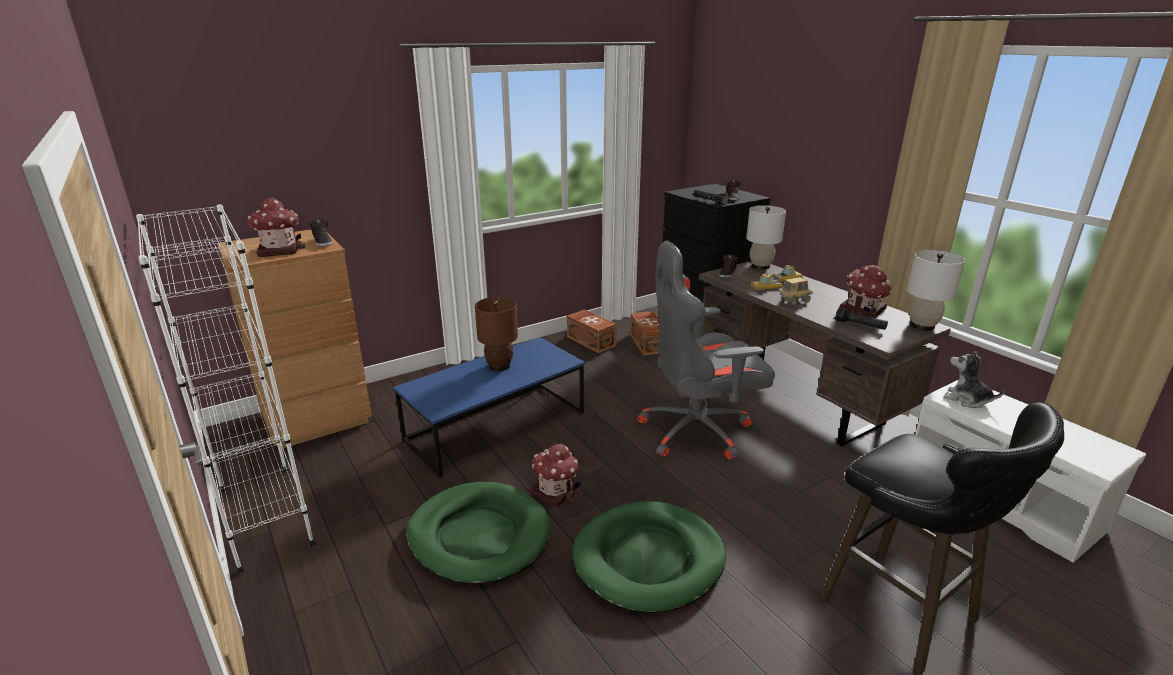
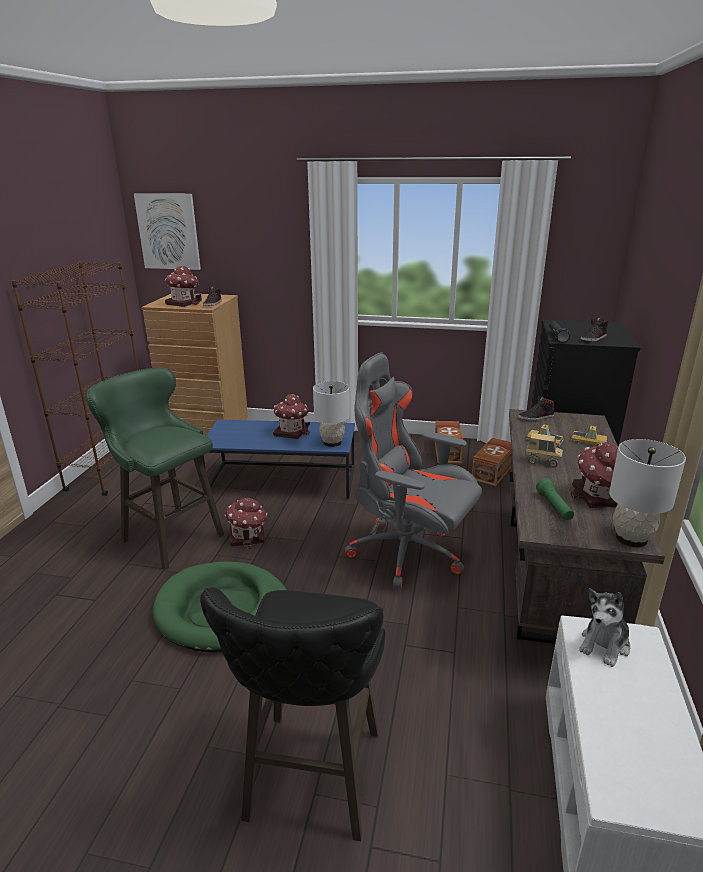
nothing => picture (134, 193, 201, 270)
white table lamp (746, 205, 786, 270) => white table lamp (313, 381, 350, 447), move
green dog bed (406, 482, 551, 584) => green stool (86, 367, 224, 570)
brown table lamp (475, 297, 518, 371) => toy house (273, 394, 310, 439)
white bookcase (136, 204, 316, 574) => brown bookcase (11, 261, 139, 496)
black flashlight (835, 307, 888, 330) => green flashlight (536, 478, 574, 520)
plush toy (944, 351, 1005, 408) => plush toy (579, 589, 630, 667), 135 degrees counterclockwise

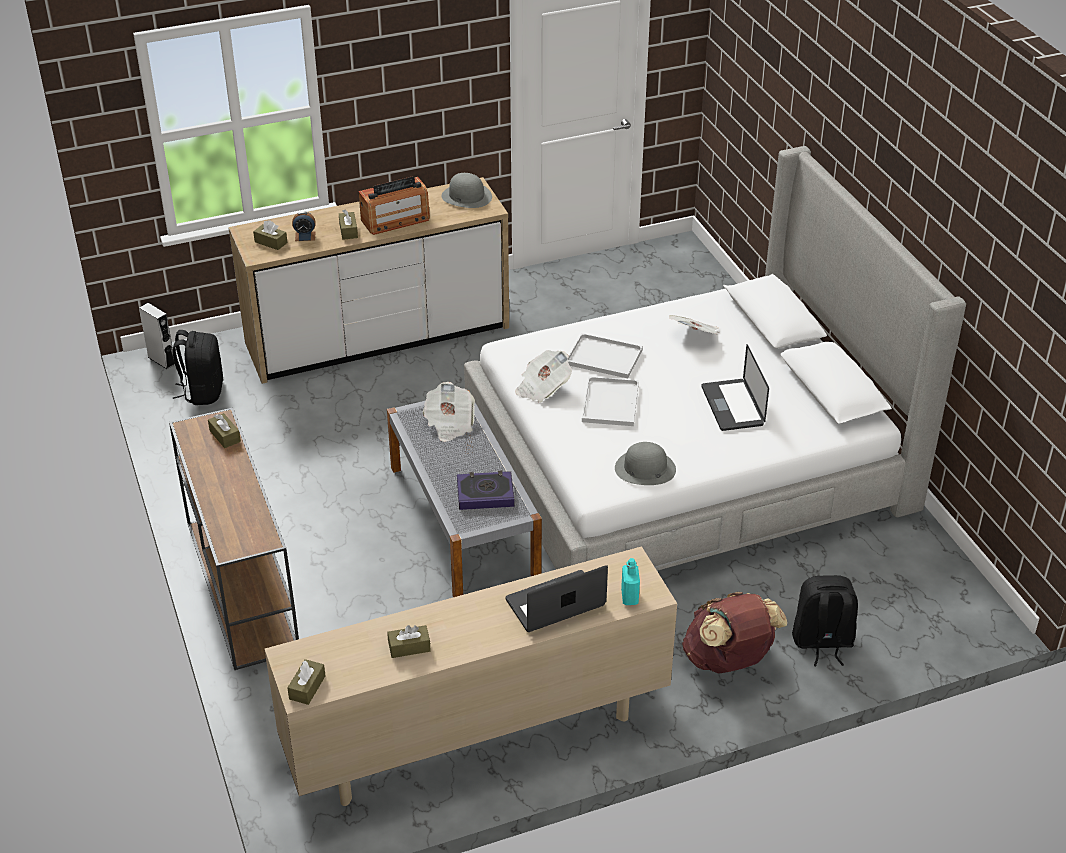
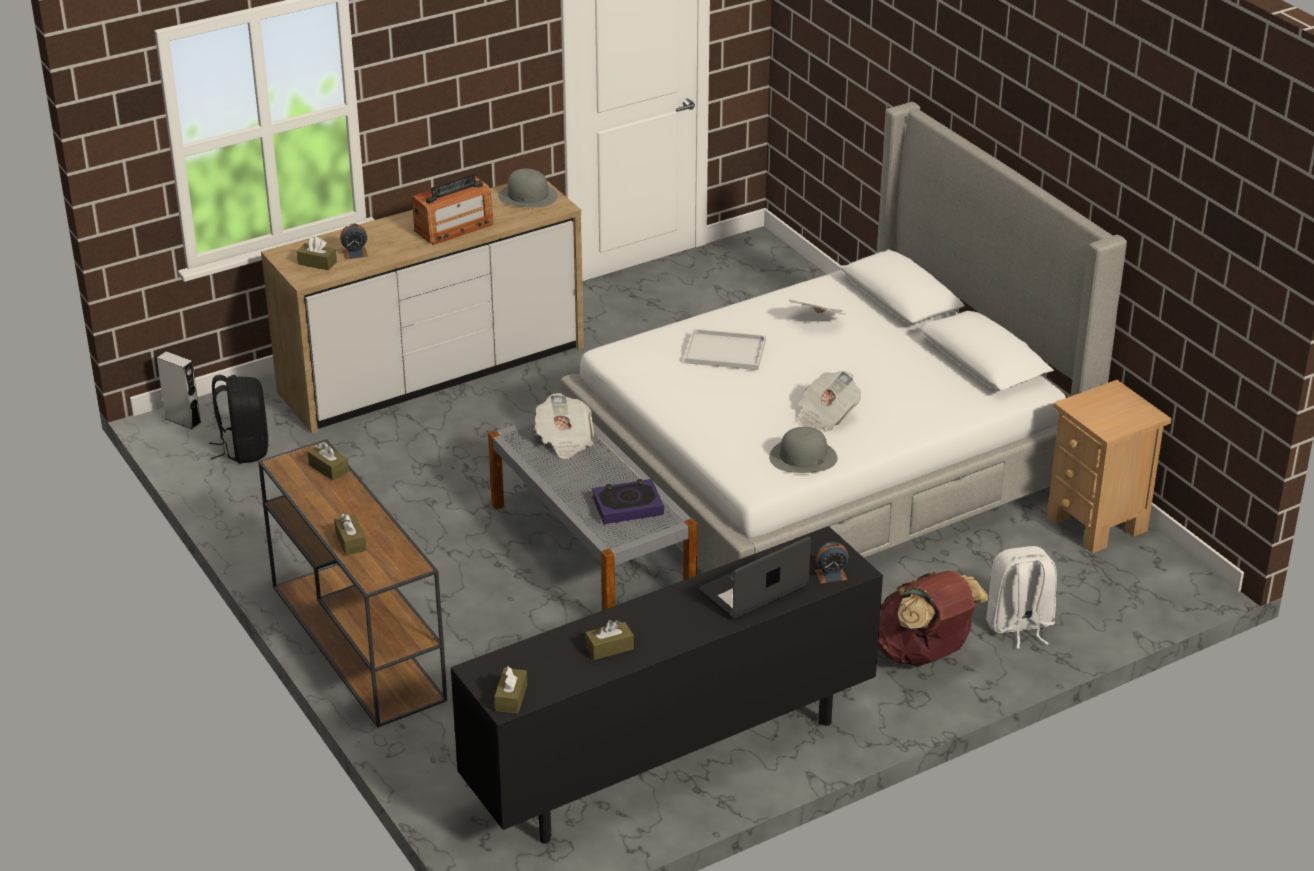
white tray (582, 376, 639, 426) => nothing
laptop (702, 344, 769, 431) => nothing
nothing => beige nightstand (1047, 380, 1172, 553)
brown tissue box (339, 209, 358, 240) => brown tissue box (334, 514, 367, 555), move
newspaper (515, 350, 572, 402) => newspaper (797, 371, 861, 431), move
turquoise bottle (621, 558, 640, 605) => alarm clock (815, 542, 848, 584)
beige cabinet (265, 546, 677, 806) => black cabinet (451, 526, 883, 844)
black backpack (792, 575, 858, 666) => white backpack (986, 546, 1057, 649)

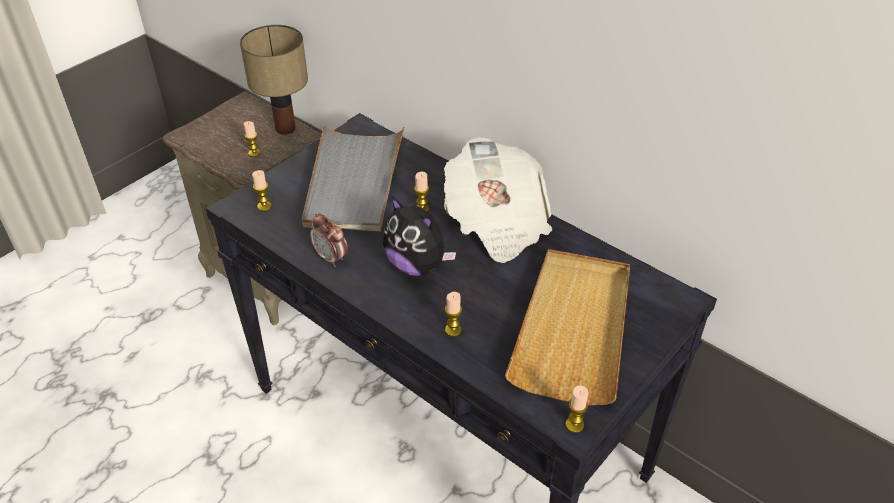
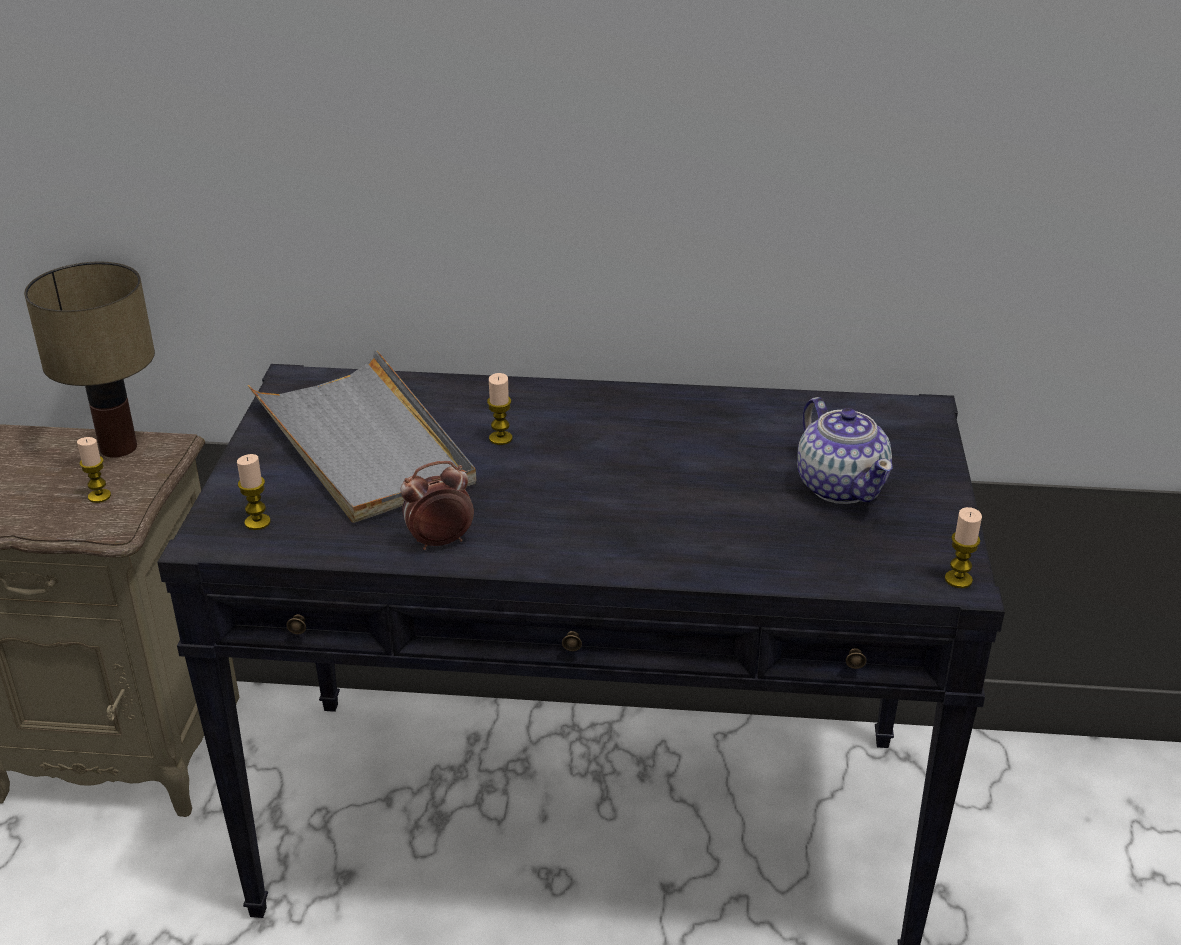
plush toy (383, 197, 456, 276) => nothing
newspaper (444, 137, 552, 263) => nothing
candle (445, 292, 462, 337) => nothing
beige tray (505, 249, 630, 405) => teapot (797, 397, 892, 504)
alarm clock (310, 213, 348, 267) => alarm clock (400, 461, 474, 550), 150 degrees clockwise

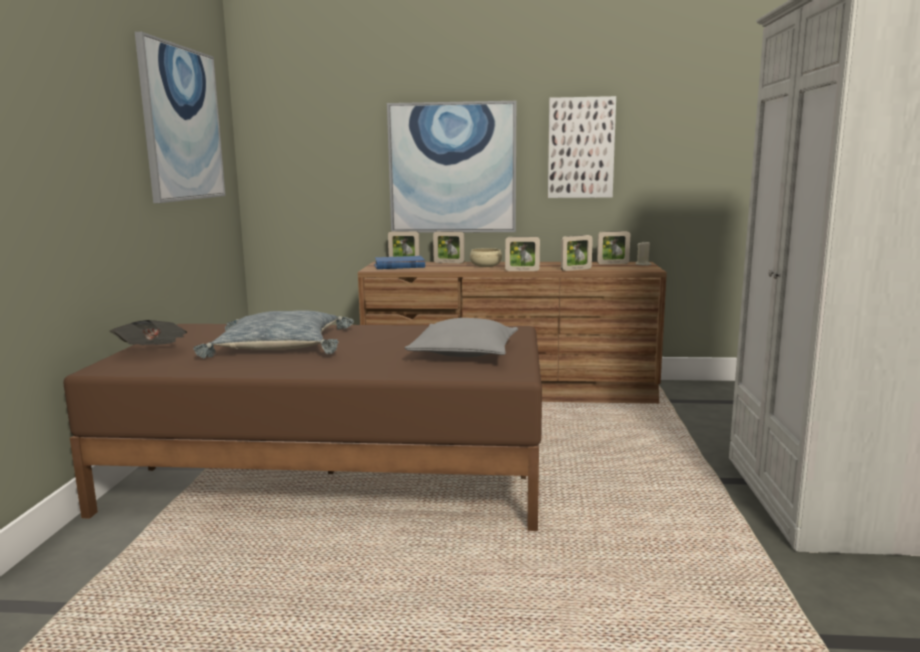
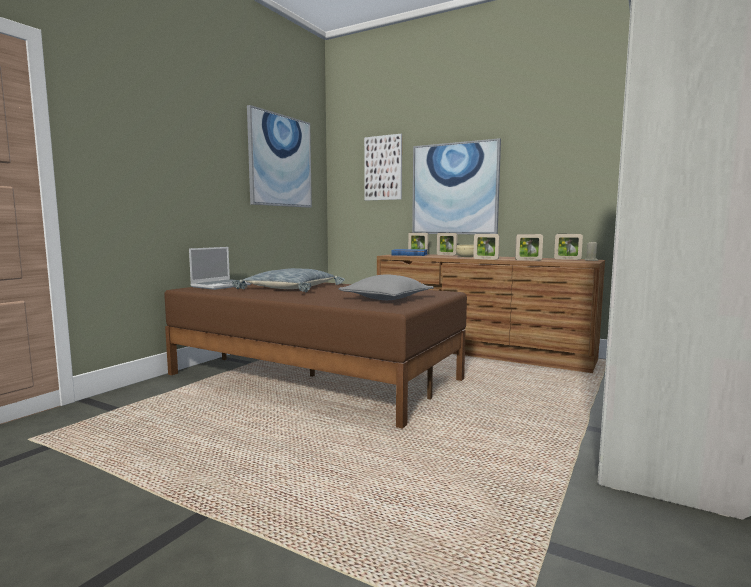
picture (548, 96, 616, 198) => picture (364, 134, 402, 200), move
newspaper (109, 320, 187, 345) => laptop (189, 247, 251, 290)

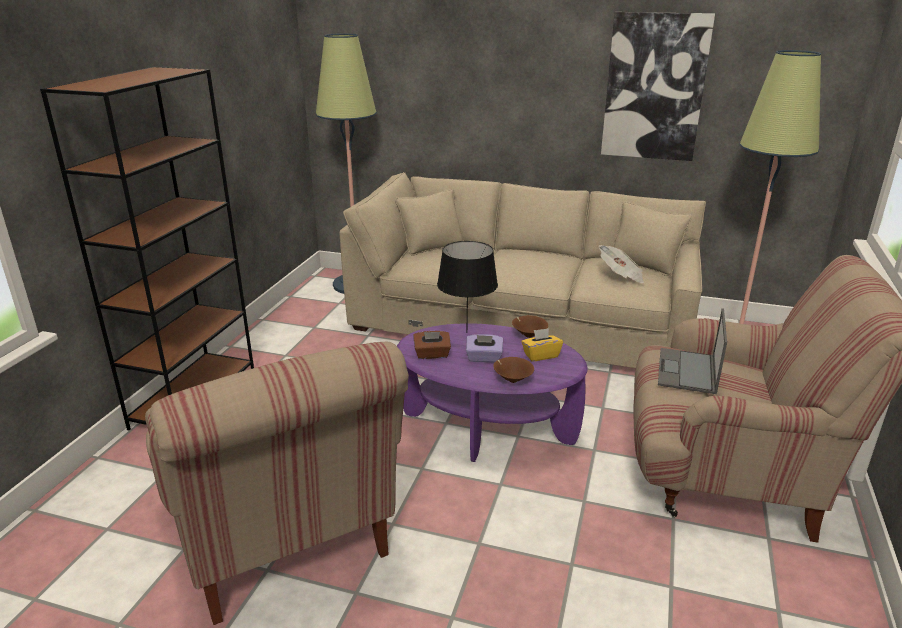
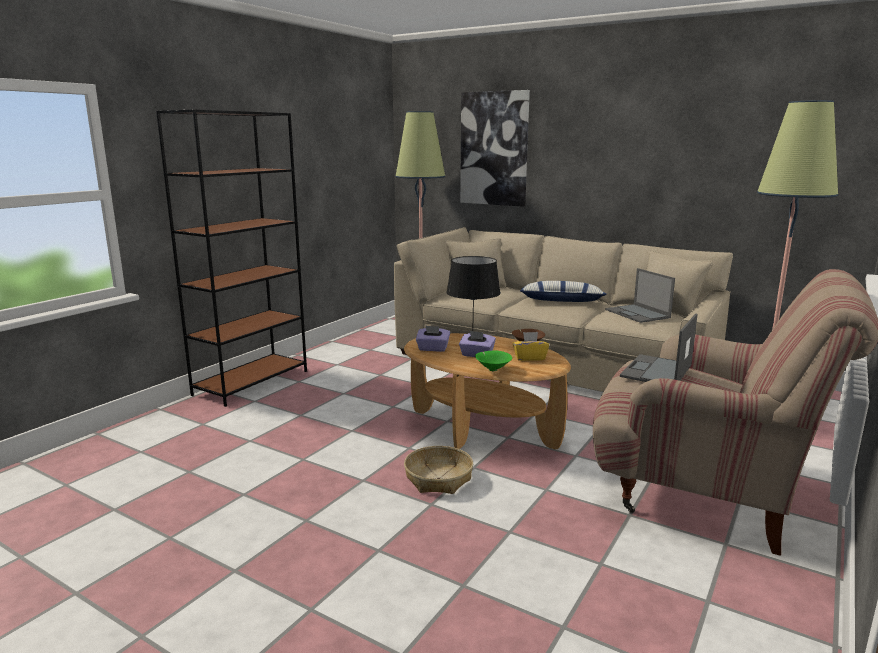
beige armchair (145, 342, 409, 625) => nothing
nothing => basket (404, 446, 473, 494)
nothing => pillow (520, 281, 607, 302)
picture (601, 12, 715, 161) => picture (460, 90, 530, 207), move
newspaper (599, 245, 644, 284) => laptop (605, 268, 675, 323)
purple coffee table (397, 323, 588, 462) => brown coffee table (404, 333, 571, 449)
brown tissue box (413, 331, 451, 359) => purple tissue box (416, 325, 450, 352)
brown bowl (493, 357, 534, 383) => green bowl (475, 350, 512, 371)

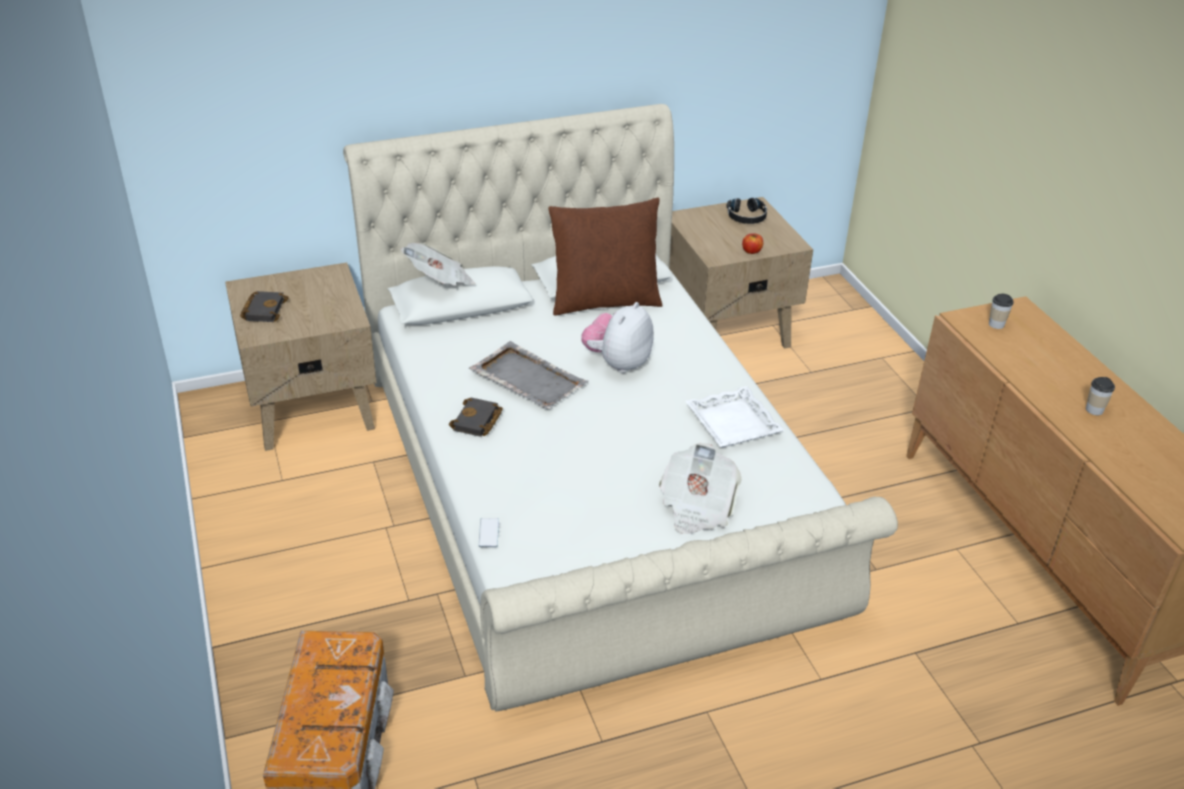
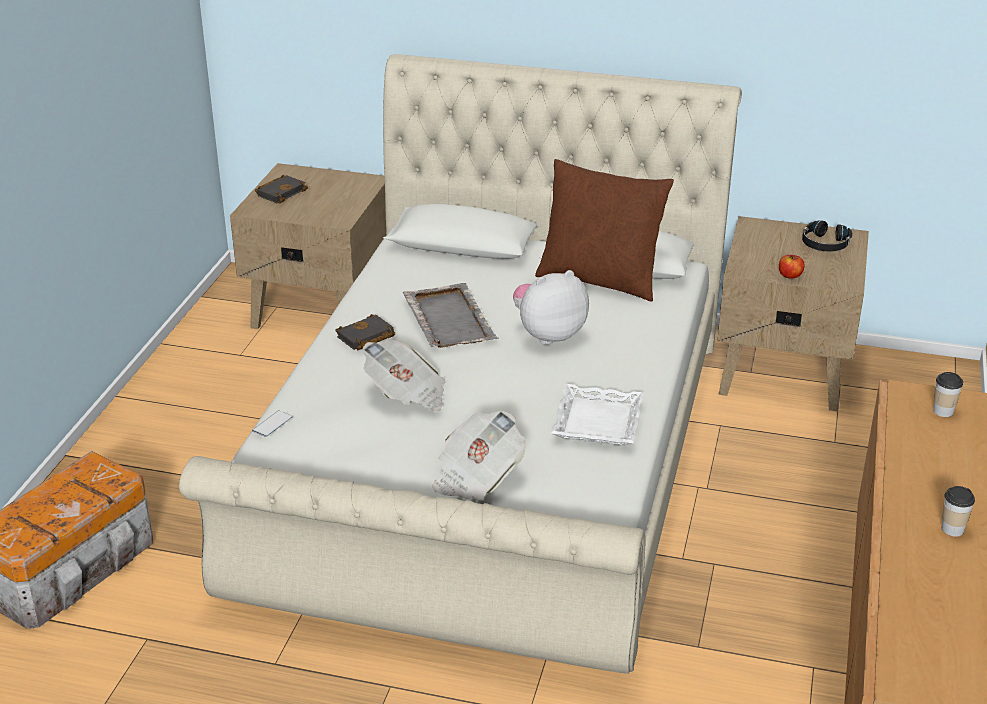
newspaper (400, 242, 475, 286) => newspaper (363, 340, 446, 411), move

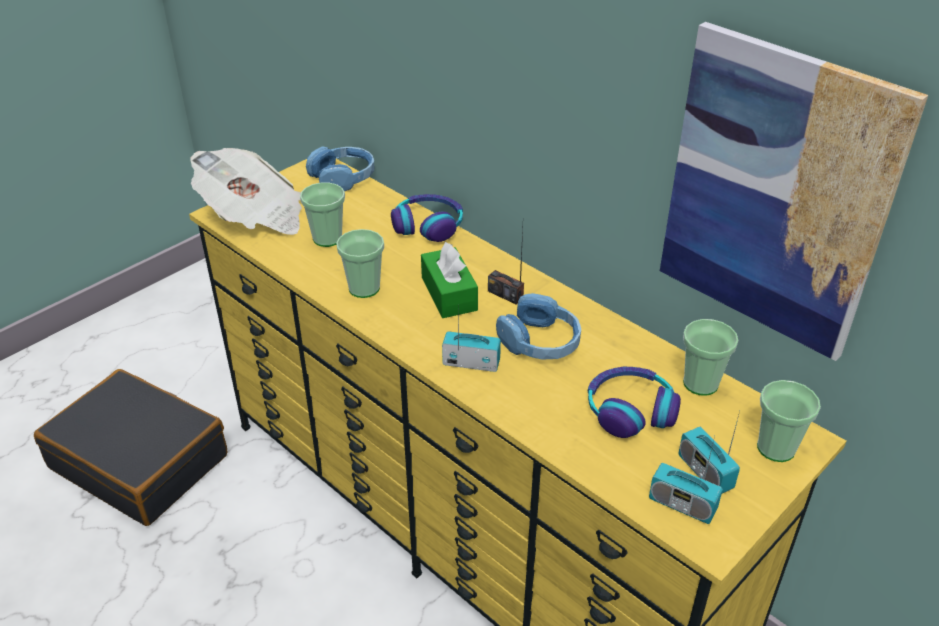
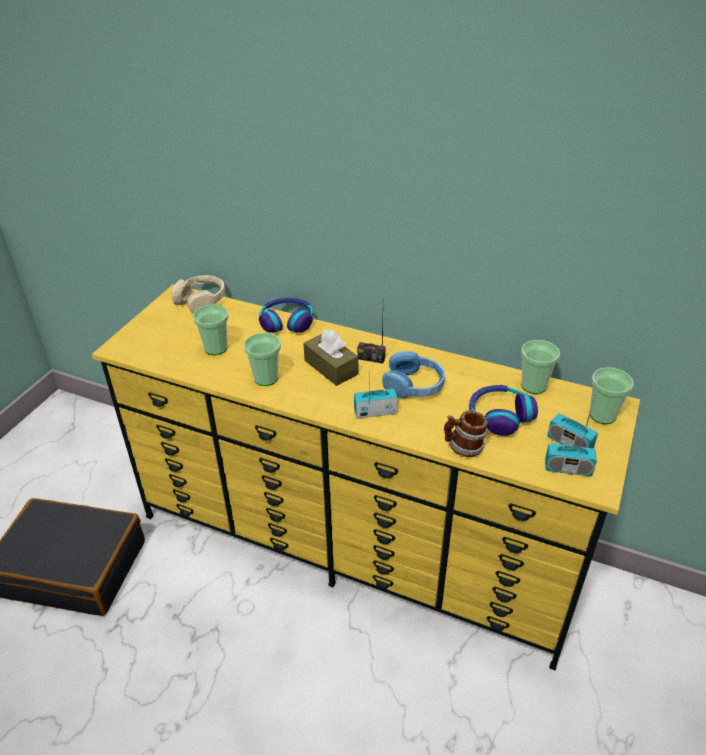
newspaper (190, 148, 302, 235) => nothing
picture (660, 22, 928, 361) => nothing
nothing => mug (444, 411, 488, 457)
blue headphones (306, 147, 374, 191) => beige headphones (172, 275, 225, 314)
green tissue box (421, 242, 478, 318) => brown tissue box (303, 329, 358, 386)

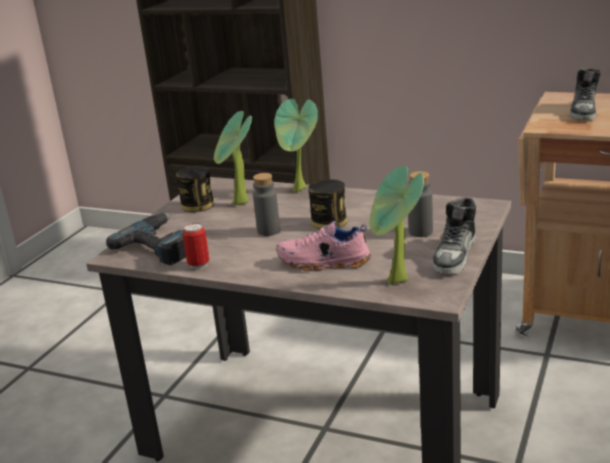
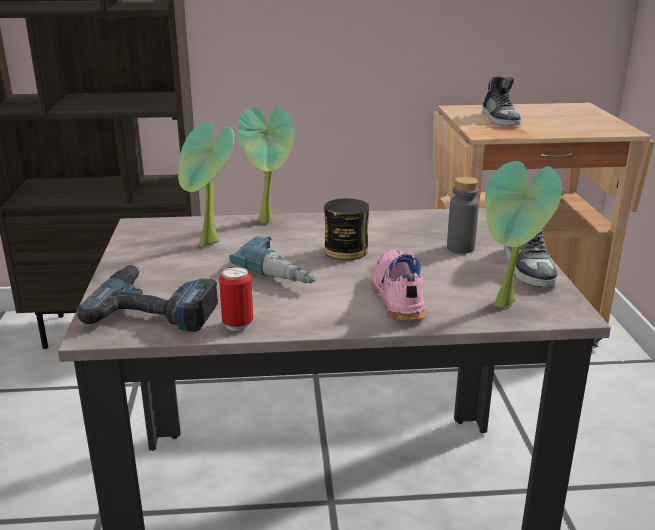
can (176, 166, 214, 212) => nothing
grey bottle (253, 173, 280, 236) => power drill (229, 236, 316, 284)
pink shoe (276, 221, 371, 271) => pink shoe (371, 250, 426, 321), 105 degrees clockwise

